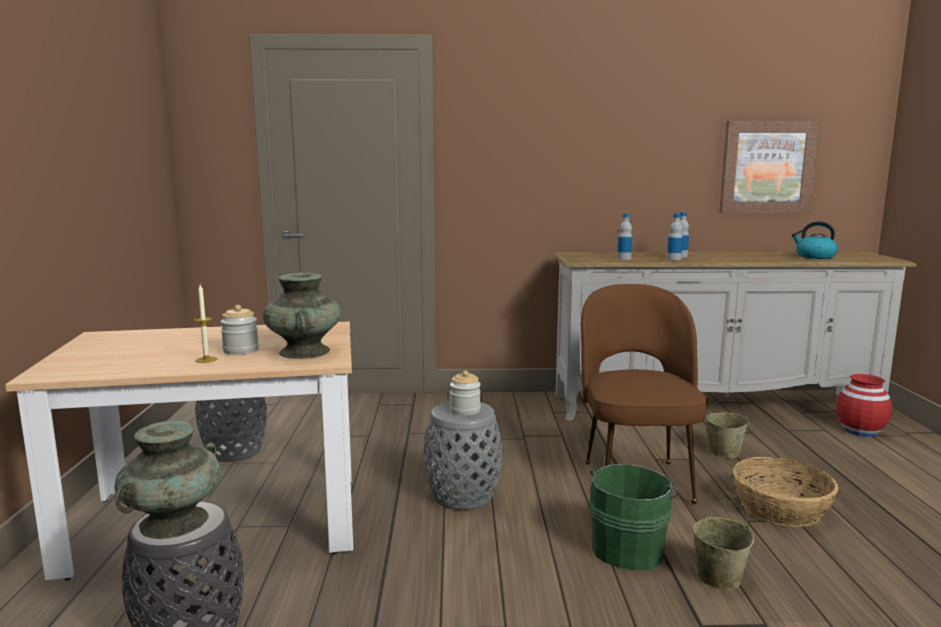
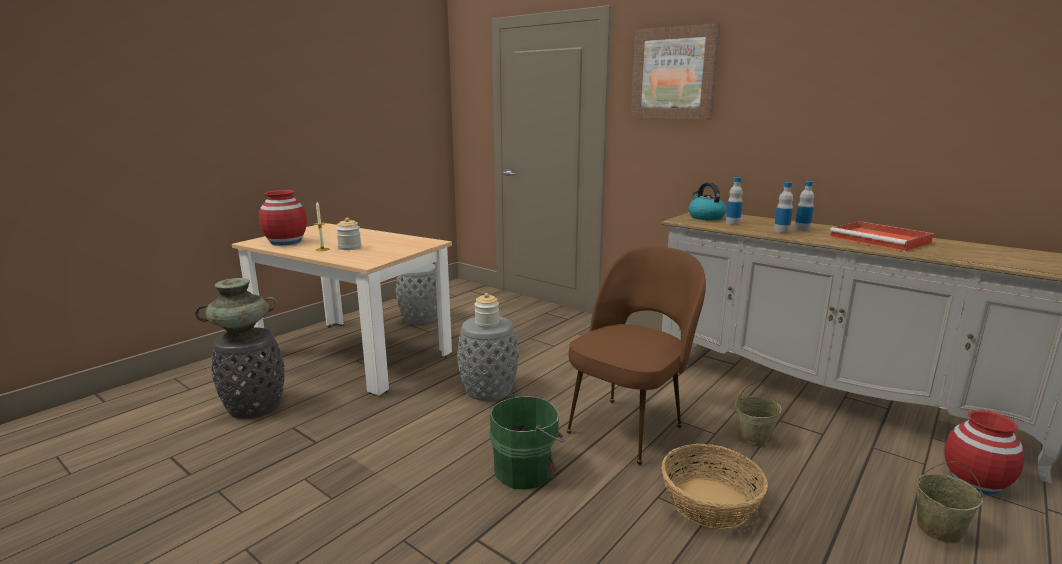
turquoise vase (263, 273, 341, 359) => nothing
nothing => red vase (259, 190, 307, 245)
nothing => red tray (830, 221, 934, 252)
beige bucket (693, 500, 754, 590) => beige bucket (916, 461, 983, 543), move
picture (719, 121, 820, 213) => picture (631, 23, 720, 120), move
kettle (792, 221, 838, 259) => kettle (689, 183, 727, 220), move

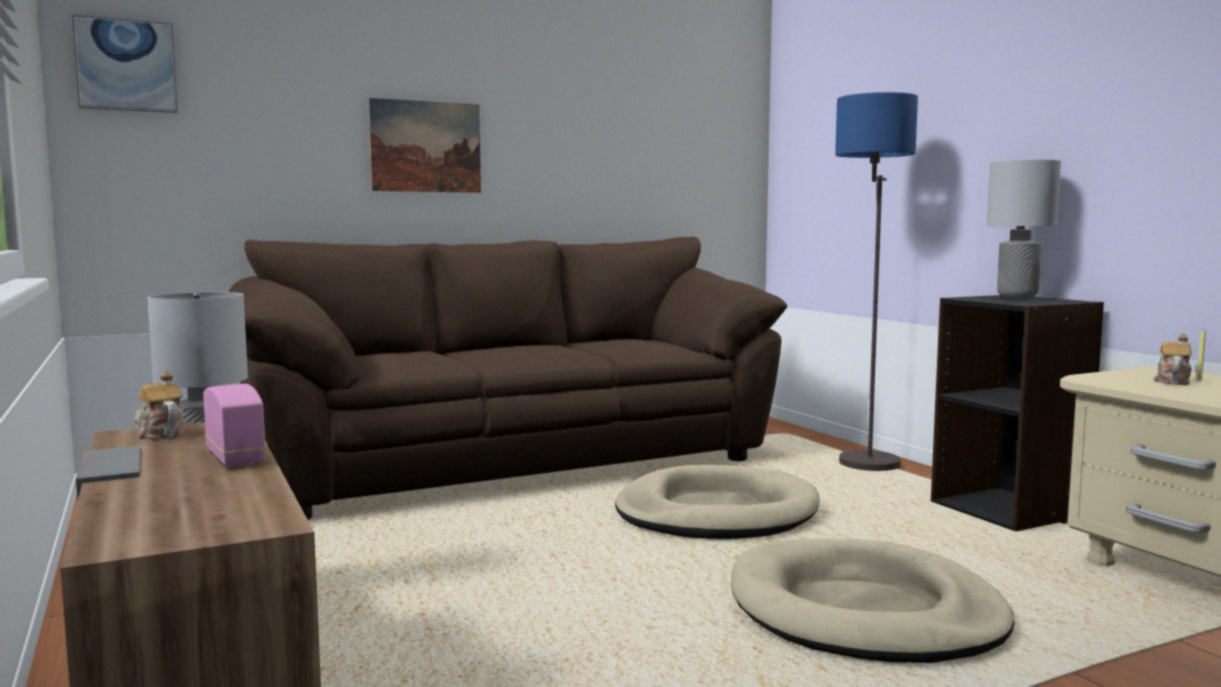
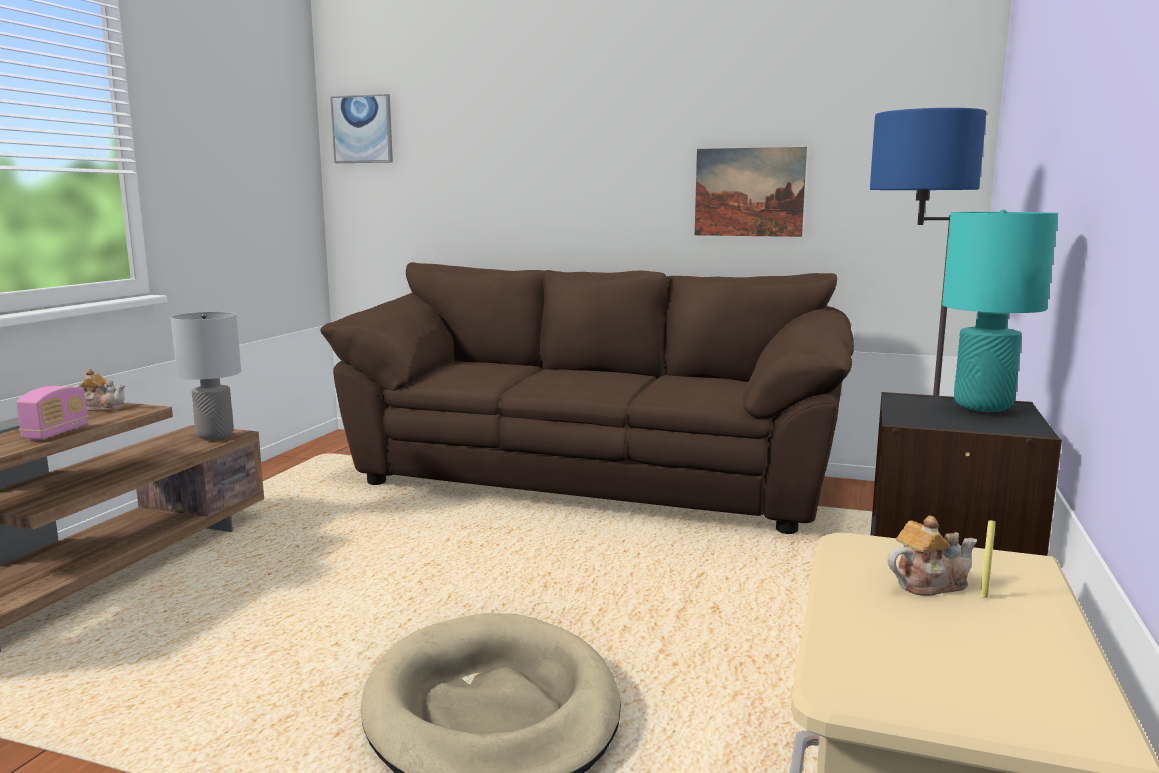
beige dog bed (615, 465, 820, 539) => nothing
picture (369, 98, 481, 193) => picture (695, 147, 807, 237), move
grey table lamp (986, 160, 1061, 298) => turquoise table lamp (942, 209, 1058, 412)
teapot (134, 371, 184, 439) => teapot (74, 369, 125, 411), 90 degrees clockwise

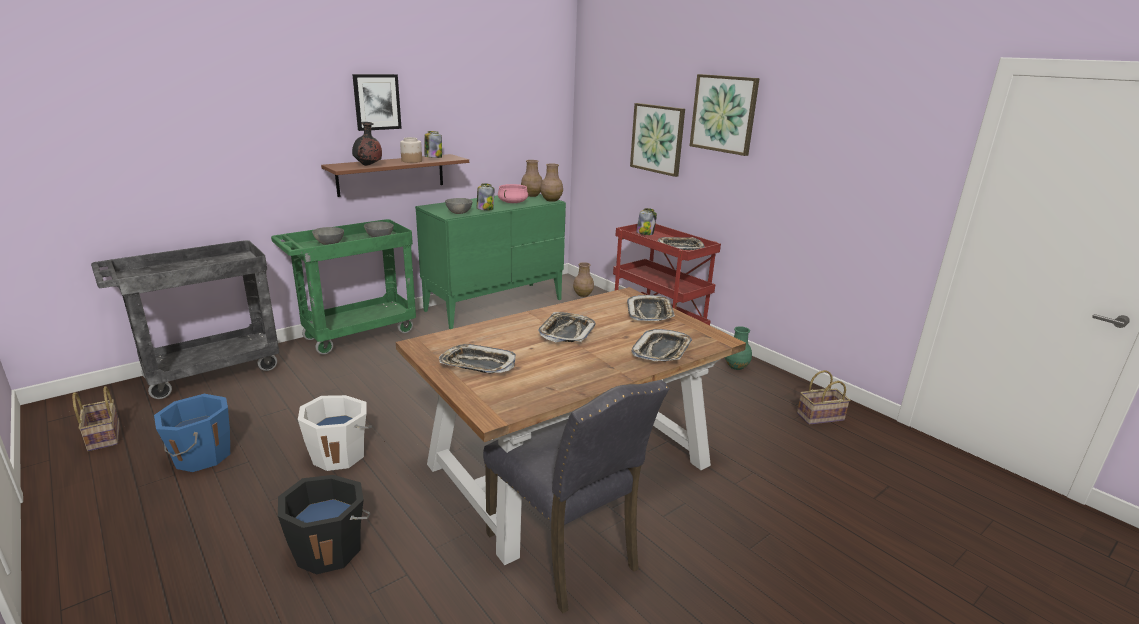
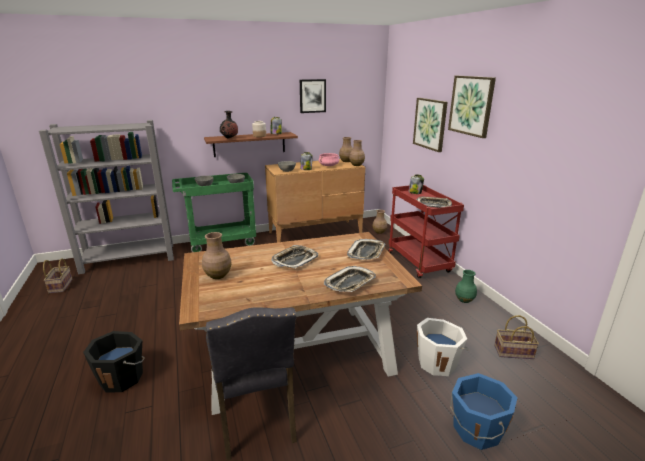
blue bucket (154, 394, 230, 472) => blue bucket (450, 373, 518, 450), move
white bucket (298, 395, 372, 471) => white bucket (417, 318, 469, 376), move
picture (352, 74, 402, 131) => picture (300, 79, 326, 113), move
grey cart (91, 240, 280, 399) => grey bookcase (39, 120, 174, 274)
tray (439, 344, 516, 373) => brown vase (202, 232, 232, 279)
green cabinet (415, 194, 566, 329) => brown cabinet (265, 159, 365, 242)

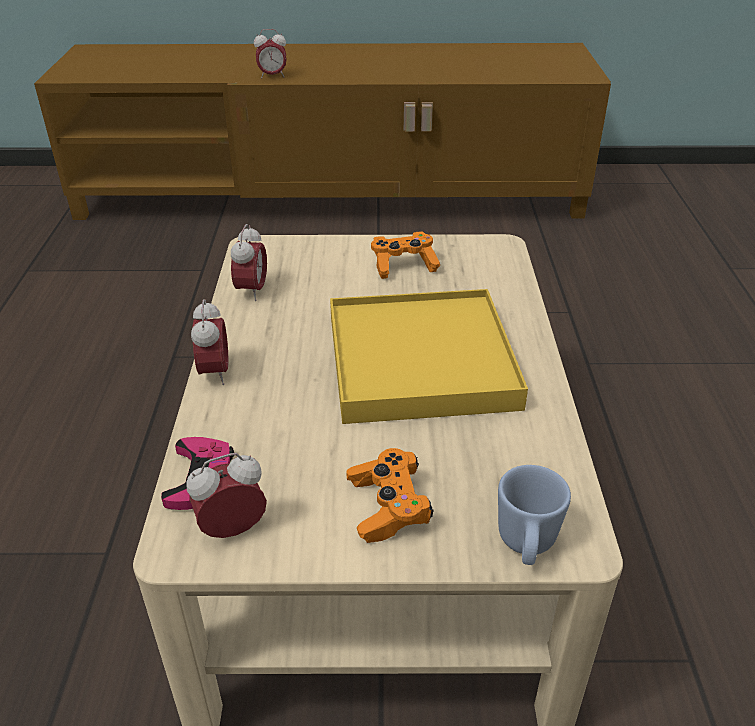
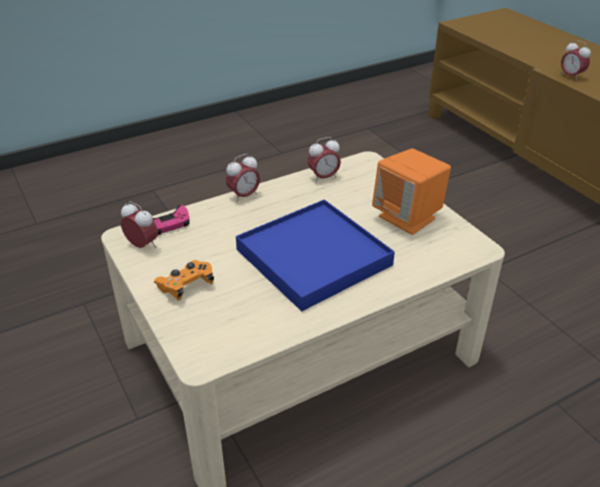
blue mug (498, 465, 571, 565) => nothing
orange game controller (371, 231, 440, 279) => orange speaker (372, 148, 451, 235)
yellow tray (330, 289, 528, 424) => blue tray (236, 199, 395, 311)

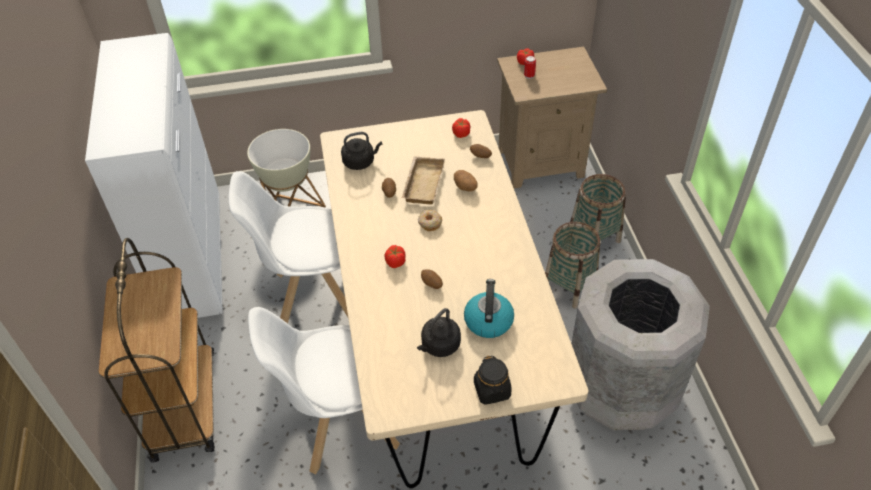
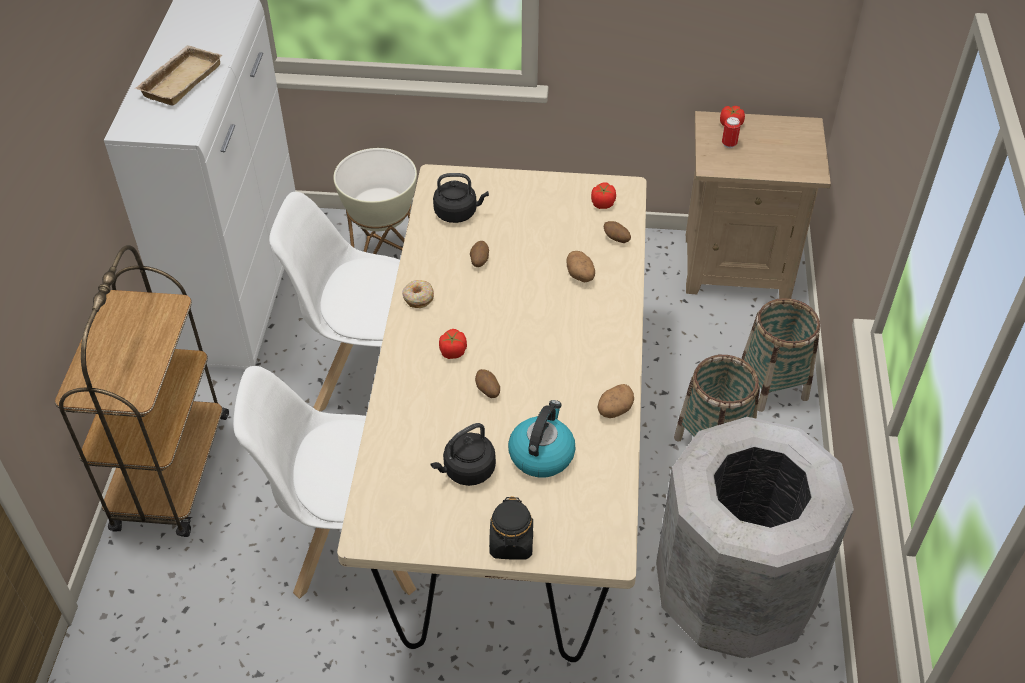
nothing => potato (597, 384, 634, 418)
beige tray (402, 156, 445, 204) => beige tray (135, 45, 222, 106), move
donut (418, 210, 442, 231) => donut (402, 280, 434, 308), move

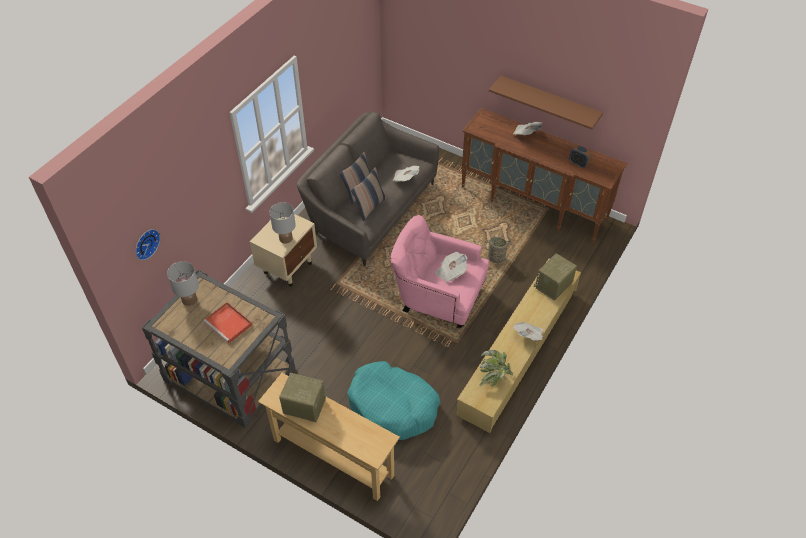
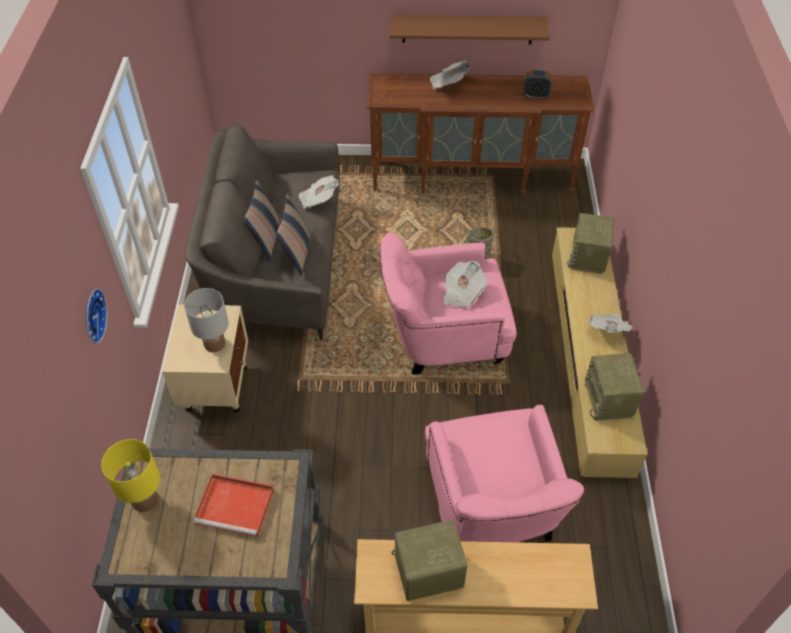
wall clock (136, 229, 160, 260) => wall clock (86, 289, 107, 343), move
turquoise dog bed (347, 361, 440, 440) => pink armchair (425, 405, 584, 542)
potted plant (480, 350, 513, 387) => radio (584, 353, 644, 421)
grey table lamp (167, 261, 199, 306) => yellow table lamp (101, 439, 160, 512)

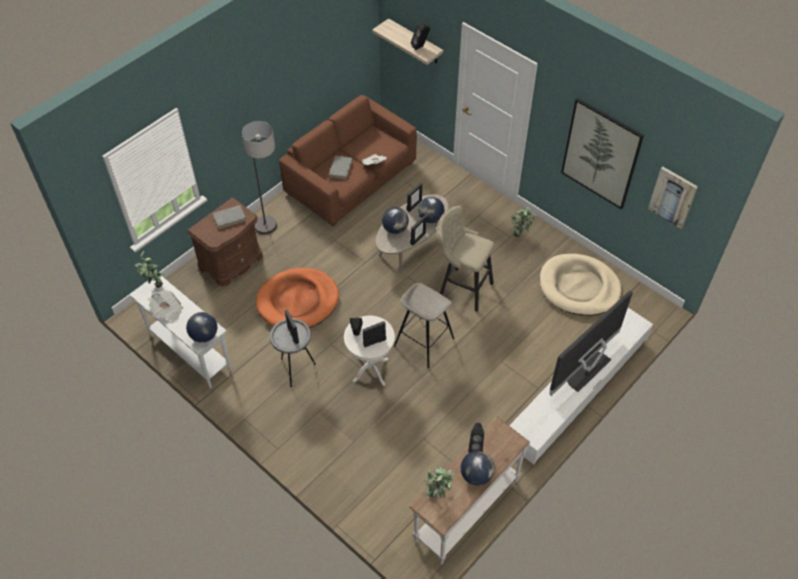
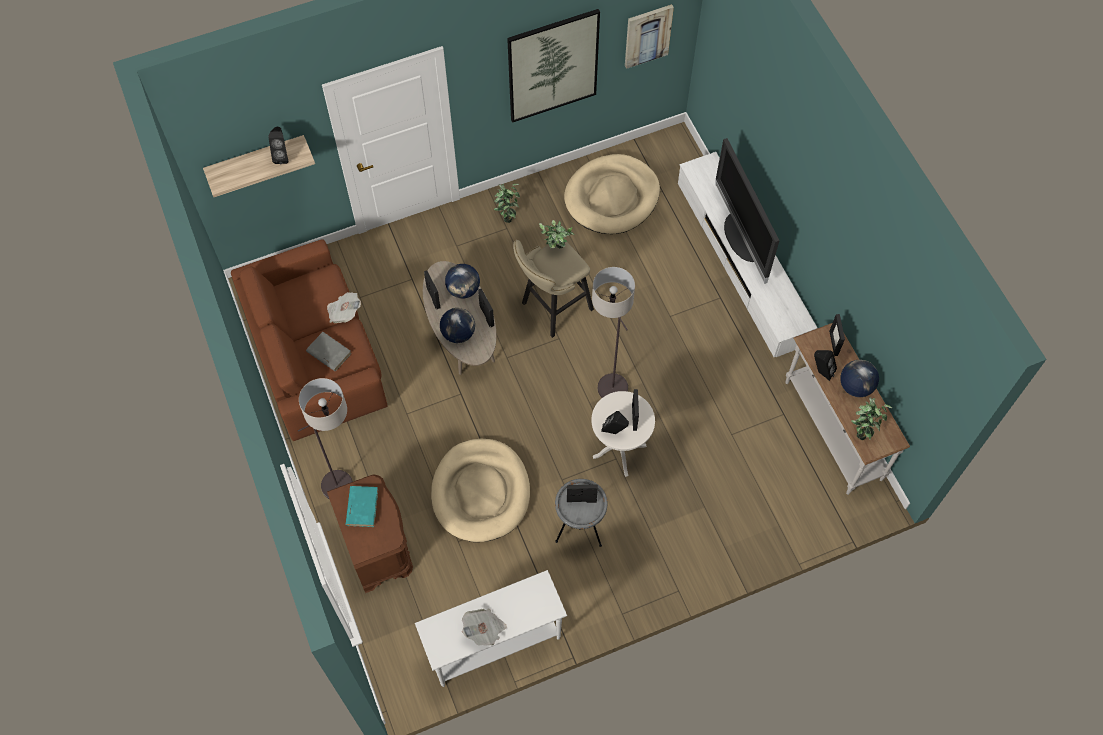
globe (186, 312, 217, 343) => nothing
nothing => picture frame (829, 314, 845, 356)
potted plant (135, 251, 165, 288) => potted plant (539, 220, 574, 248), move
grey stool (394, 283, 454, 368) => grey floor lamp (592, 267, 635, 398)
grey book (213, 205, 246, 229) => turquoise book (346, 486, 378, 527)
orange dog bed (256, 268, 339, 328) => beige dog bed (431, 439, 530, 542)

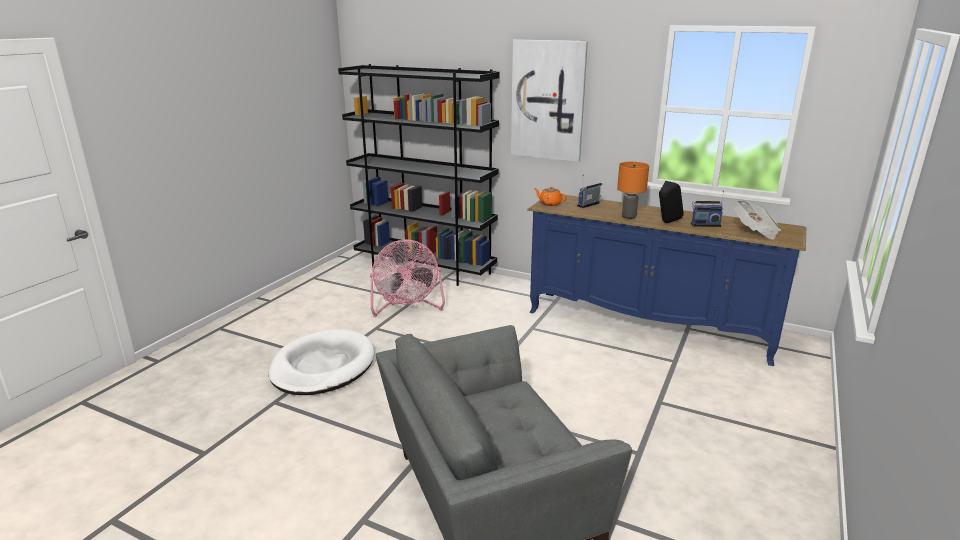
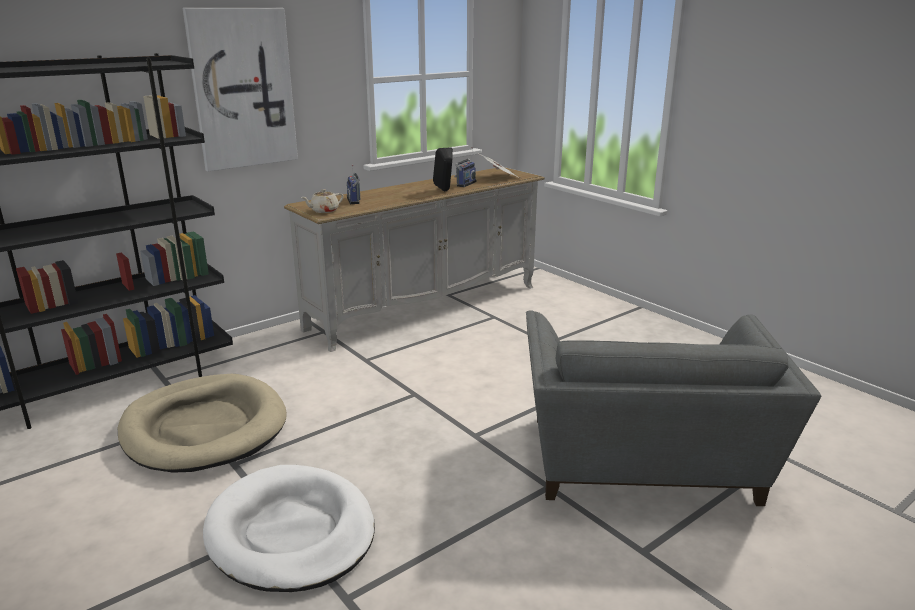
orange table lamp (617, 162, 649, 219) => nothing
pink fan (370, 240, 445, 317) => beige dog bed (118, 374, 287, 473)
blue cabinet (527, 195, 806, 366) => grey cabinet (284, 167, 545, 352)
orange teapot (534, 187, 567, 206) => beige teapot (301, 189, 344, 213)

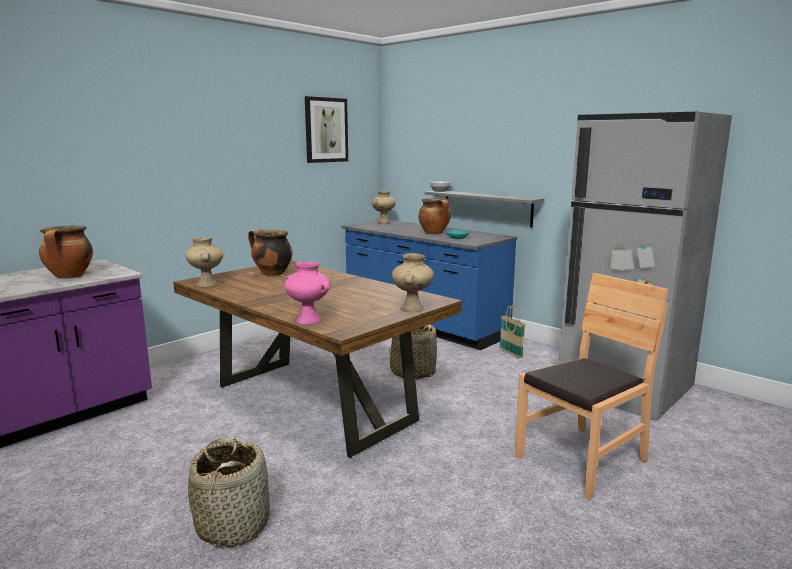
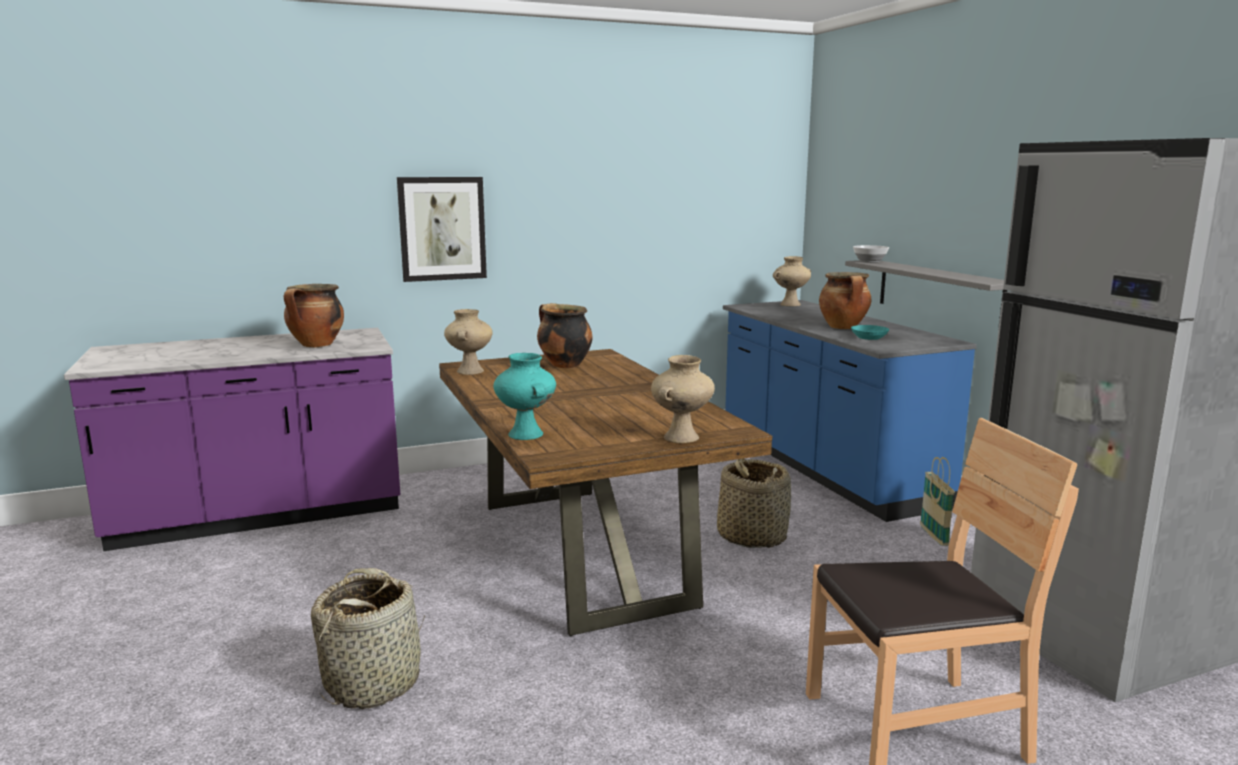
picture (305, 96, 348, 163) => picture (397, 177, 487, 282), move
pink vase (285, 261, 330, 325) => turquoise vase (493, 353, 556, 440)

